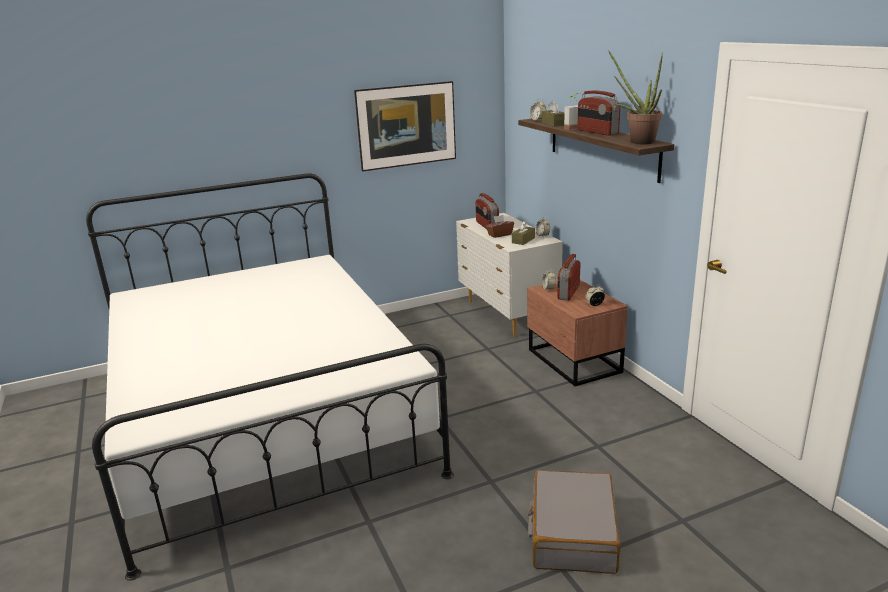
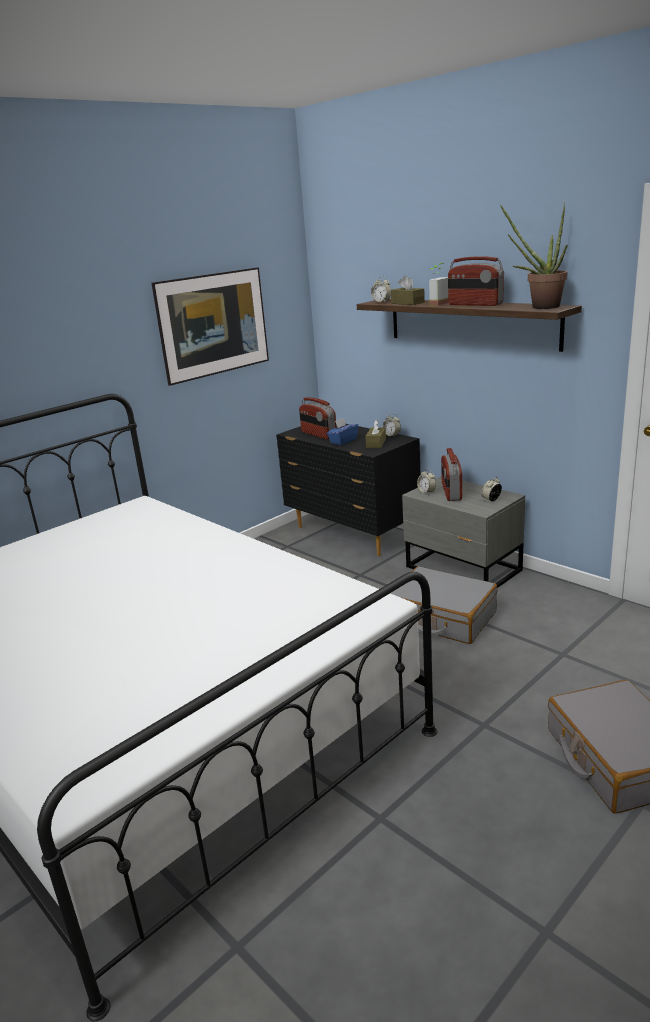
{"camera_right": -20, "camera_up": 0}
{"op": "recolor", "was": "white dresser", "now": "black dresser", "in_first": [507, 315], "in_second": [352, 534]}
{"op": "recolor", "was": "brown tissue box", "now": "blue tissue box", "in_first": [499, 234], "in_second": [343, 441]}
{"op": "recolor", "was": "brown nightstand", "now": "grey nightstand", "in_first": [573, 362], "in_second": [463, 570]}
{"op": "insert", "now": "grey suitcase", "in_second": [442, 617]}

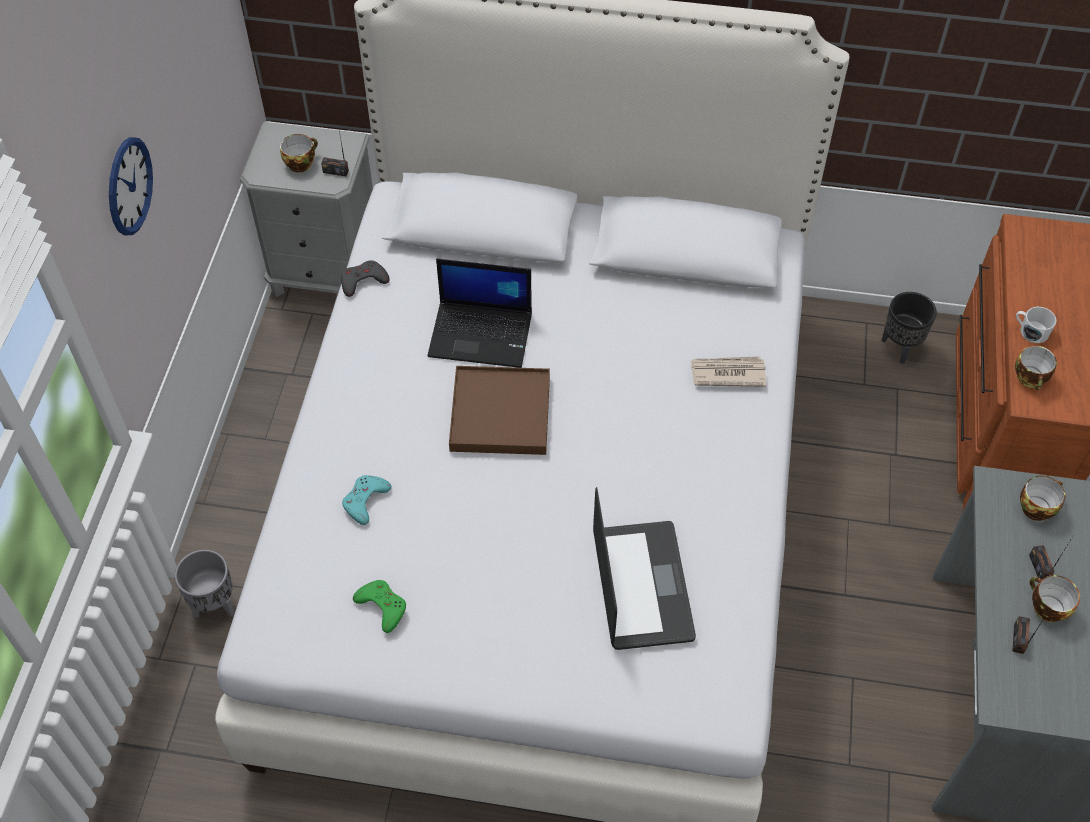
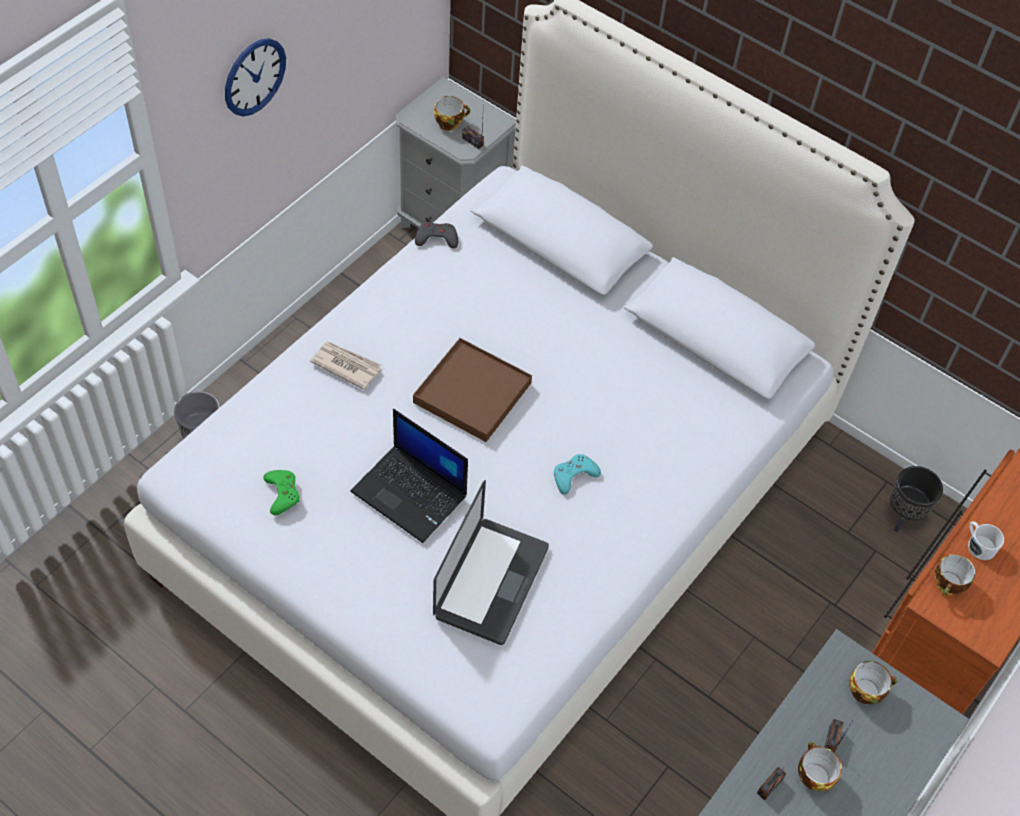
{"camera_right": 25, "camera_up": 0}
{"op": "move", "was": "turquoise game controller", "in_first": [365, 501], "in_second": [574, 476]}
{"op": "move", "was": "laptop", "in_first": [482, 334], "in_second": [411, 494]}
{"op": "move", "was": "newspaper", "in_first": [727, 373], "in_second": [346, 365]}

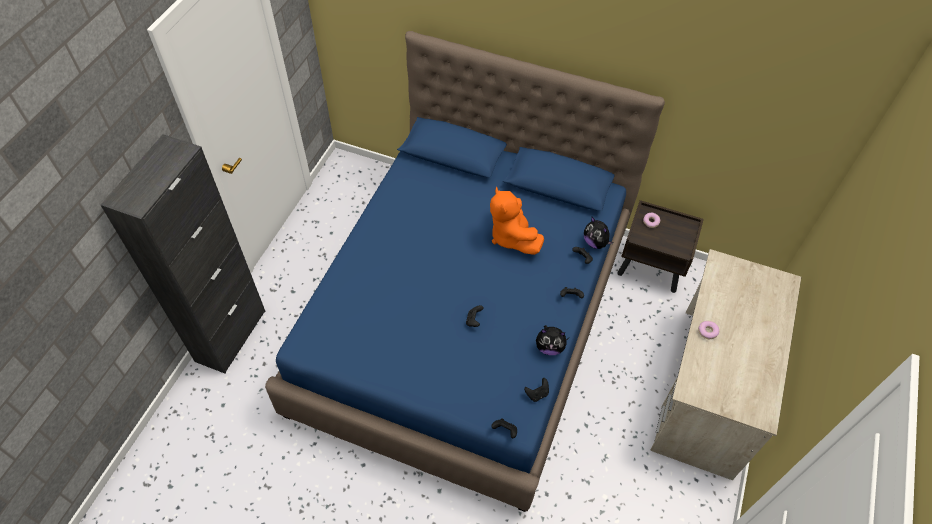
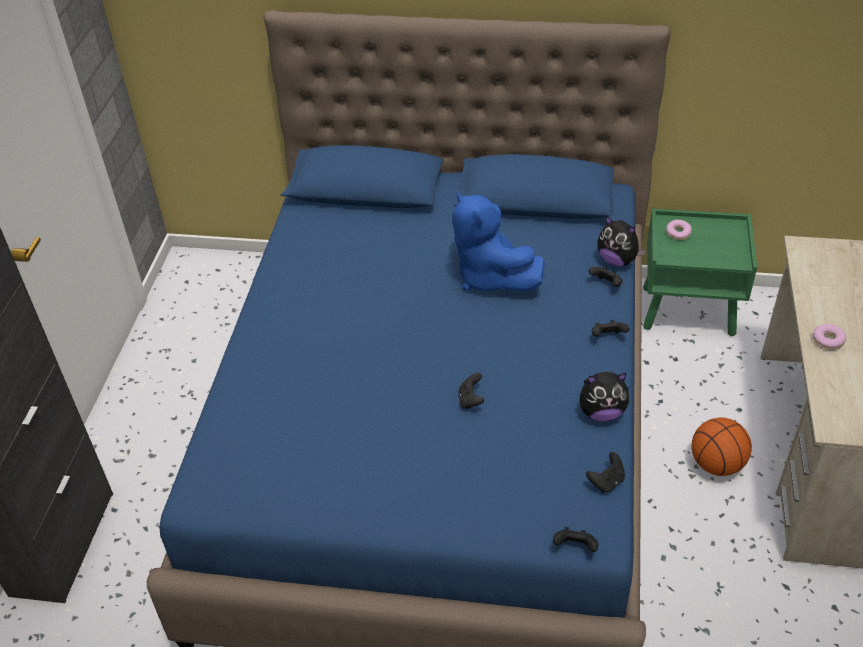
{"camera_right": -10, "camera_up": -10}
{"op": "recolor", "was": "orange plush toy", "now": "blue plush toy", "in_first": [511, 236], "in_second": [490, 276]}
{"op": "recolor", "was": "brown nightstand", "now": "green nightstand", "in_first": [651, 268], "in_second": [689, 310]}
{"op": "insert", "now": "basketball", "in_second": [716, 464]}

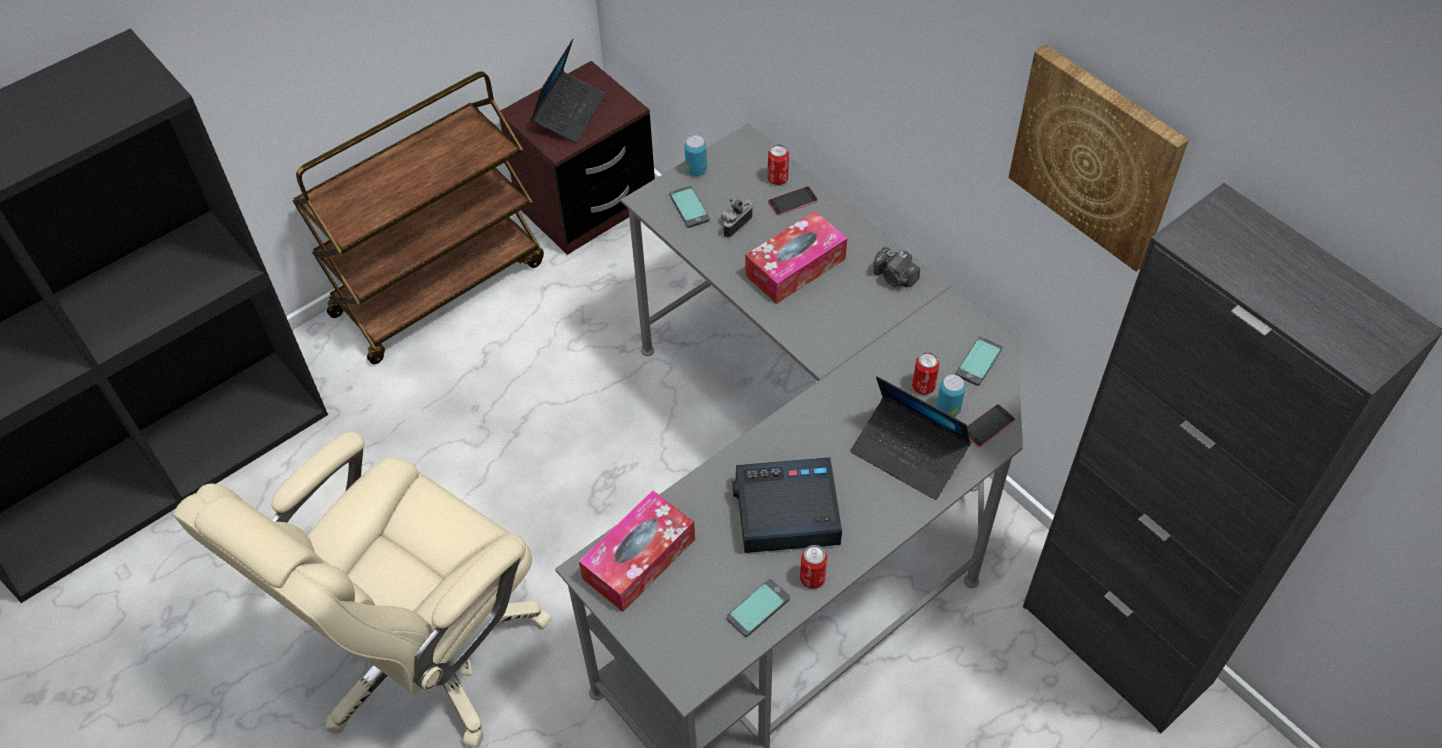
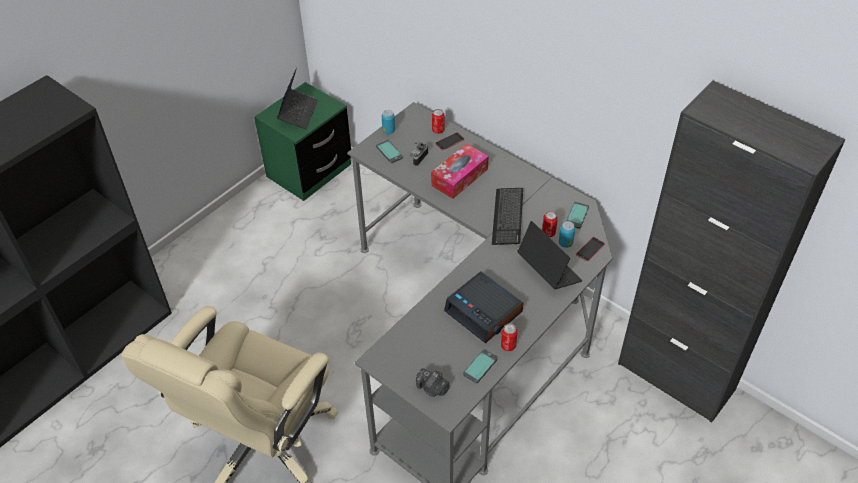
{"camera_right": -10, "camera_up": -5}
{"op": "delete", "was": "brown cart", "in_first": [439, 286]}
{"op": "recolor", "was": "brown nightstand", "now": "green nightstand", "in_first": [586, 205], "in_second": [309, 171]}
{"op": "delete", "was": "tissue box", "in_first": [639, 559]}
{"op": "rotate", "was": "alarm clock", "in_first": [785, 512], "in_second": [484, 312], "clockwise": -120}
{"op": "rotate", "was": "laptop", "in_first": [909, 454], "in_second": [548, 270], "clockwise": -150}
{"op": "move", "was": "photo camera", "in_first": [895, 277], "in_second": [432, 388]}
{"op": "delete", "was": "picture", "in_first": [1096, 156]}
{"op": "insert", "now": "keyboard", "in_second": [507, 217]}

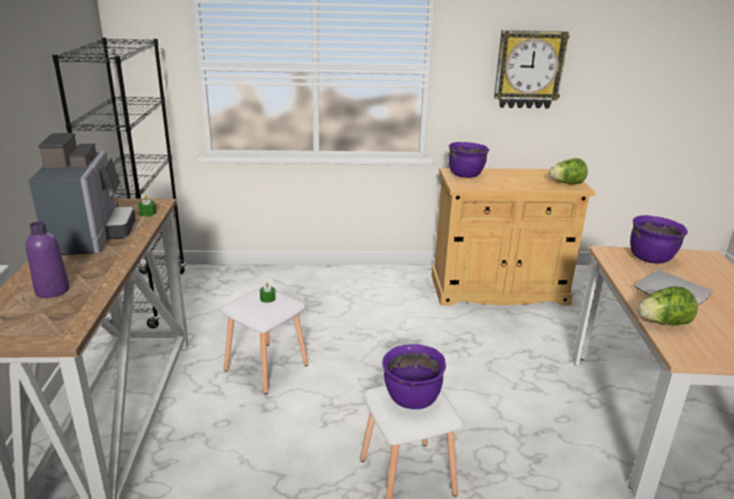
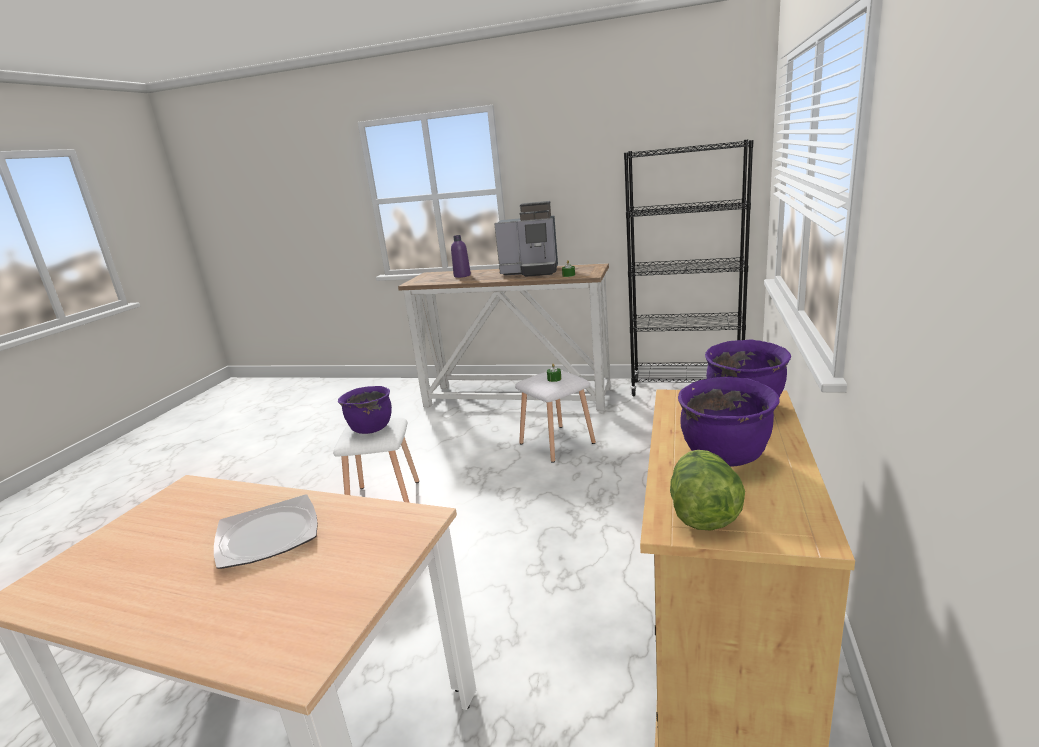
{"camera_right": 110, "camera_up": -5}
{"op": "delete", "was": "wall clock", "in_first": [528, 69]}
{"op": "move", "was": "purple cooking pot", "in_first": [651, 258], "in_second": [725, 456]}
{"op": "delete", "was": "lettuce", "in_first": [663, 323]}

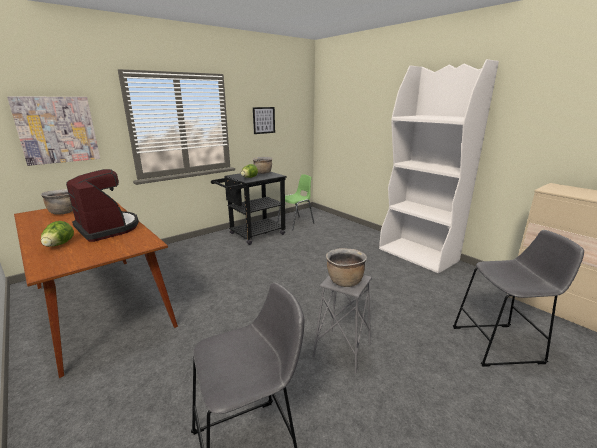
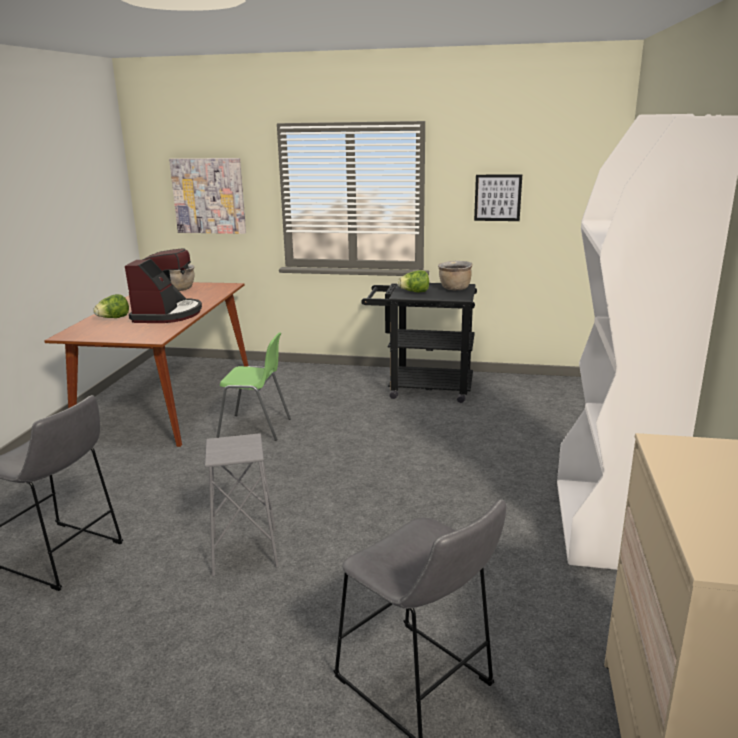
{"camera_right": 50, "camera_up": 0}
{"op": "move", "was": "green chair", "in_first": [296, 223], "in_second": [255, 428]}
{"op": "delete", "was": "brown cooking pot", "in_first": [344, 282]}

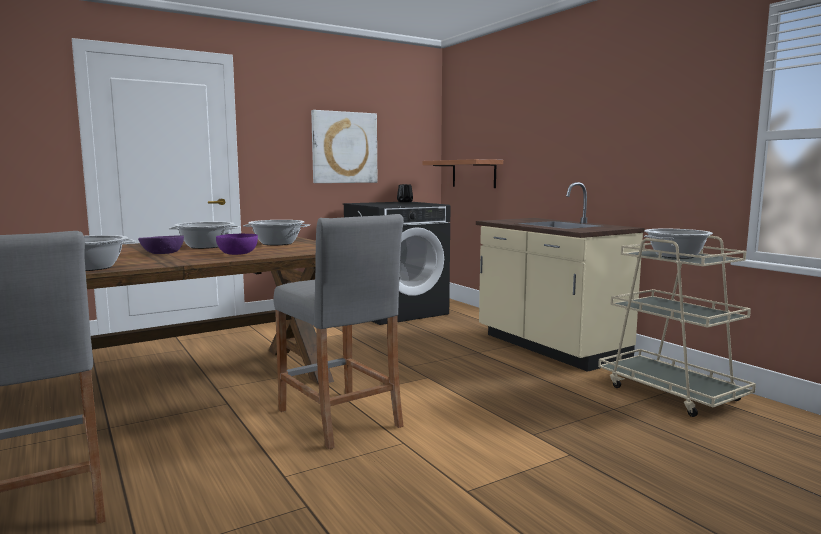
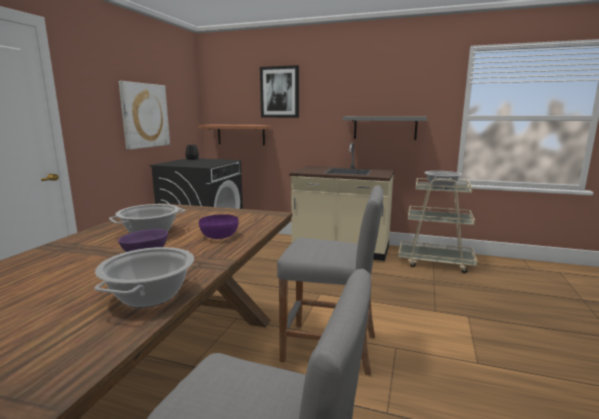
{"camera_right": -40, "camera_up": 5}
{"op": "delete", "was": "cooking pot", "in_first": [277, 243]}
{"op": "insert", "now": "picture", "in_second": [279, 92]}
{"op": "insert", "now": "grey shelf", "in_second": [385, 127]}

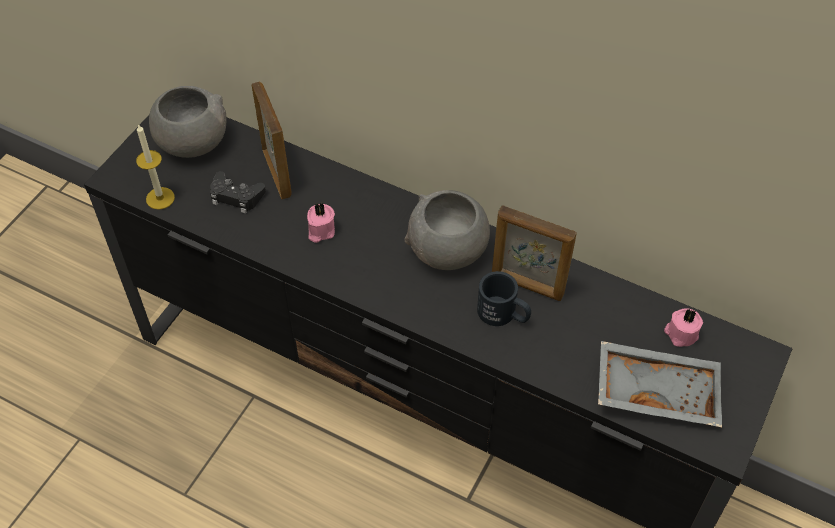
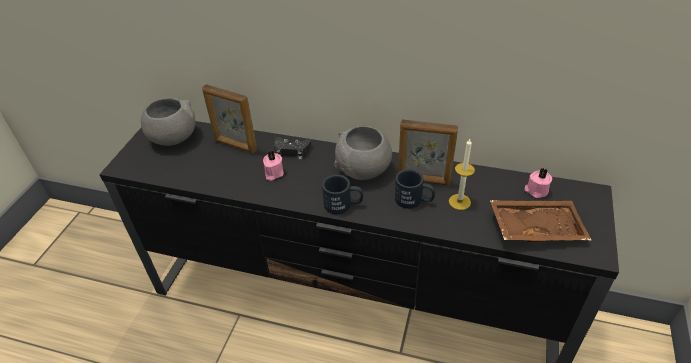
{"camera_right": -10, "camera_up": -10}
{"op": "move", "was": "candle", "in_first": [160, 198], "in_second": [459, 202]}
{"op": "move", "was": "black game controller", "in_first": [236, 196], "in_second": [292, 151]}
{"op": "rotate", "was": "picture frame", "in_first": [277, 173], "in_second": [235, 145], "clockwise": 150}
{"op": "recolor", "was": "grey tray", "now": "brown tray", "in_first": [657, 390], "in_second": [536, 227]}
{"op": "insert", "now": "black mug", "in_second": [343, 205]}

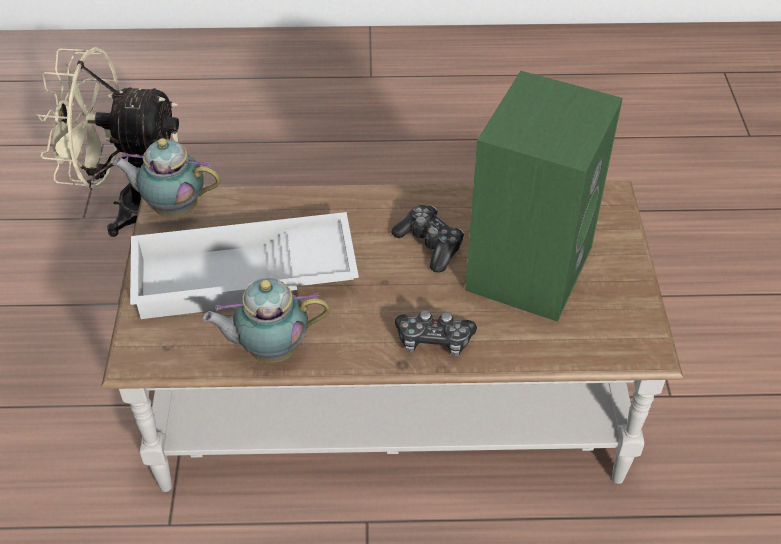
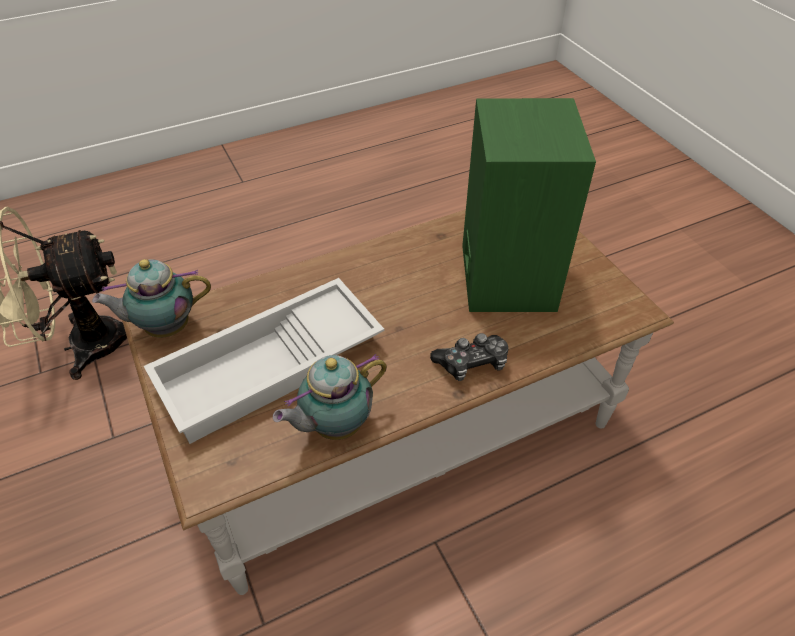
{"camera_right": -25, "camera_up": 0}
{"op": "delete", "was": "game controller", "in_first": [430, 244]}

